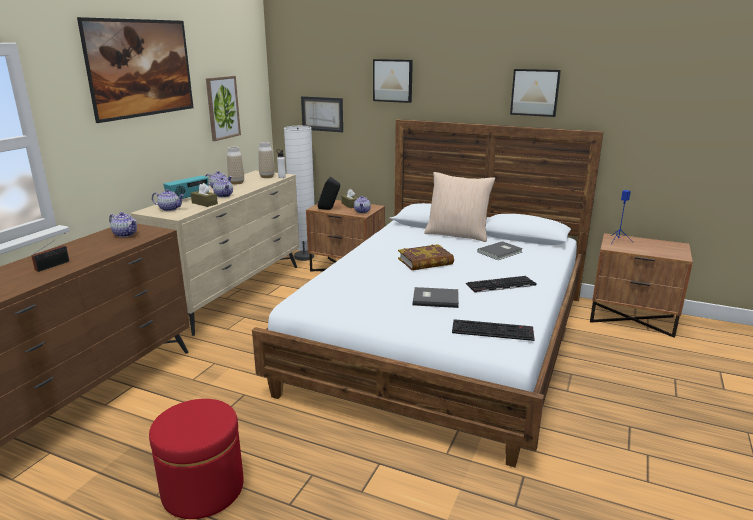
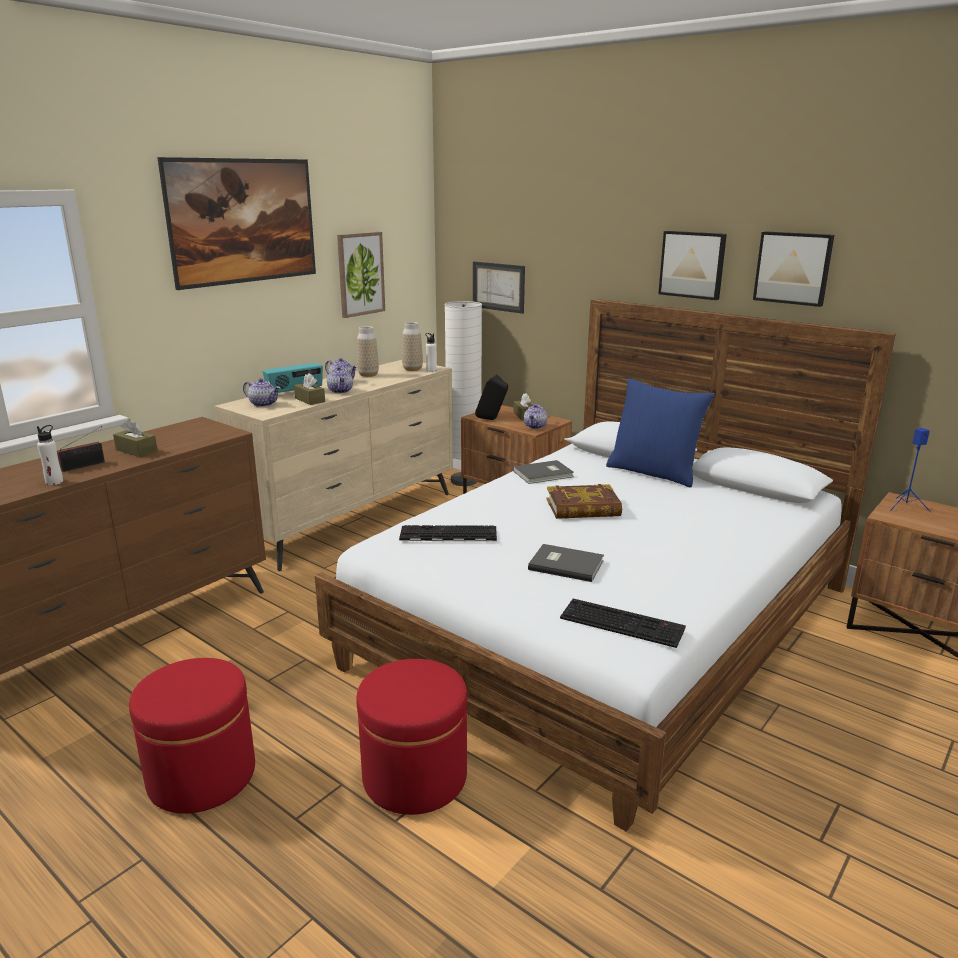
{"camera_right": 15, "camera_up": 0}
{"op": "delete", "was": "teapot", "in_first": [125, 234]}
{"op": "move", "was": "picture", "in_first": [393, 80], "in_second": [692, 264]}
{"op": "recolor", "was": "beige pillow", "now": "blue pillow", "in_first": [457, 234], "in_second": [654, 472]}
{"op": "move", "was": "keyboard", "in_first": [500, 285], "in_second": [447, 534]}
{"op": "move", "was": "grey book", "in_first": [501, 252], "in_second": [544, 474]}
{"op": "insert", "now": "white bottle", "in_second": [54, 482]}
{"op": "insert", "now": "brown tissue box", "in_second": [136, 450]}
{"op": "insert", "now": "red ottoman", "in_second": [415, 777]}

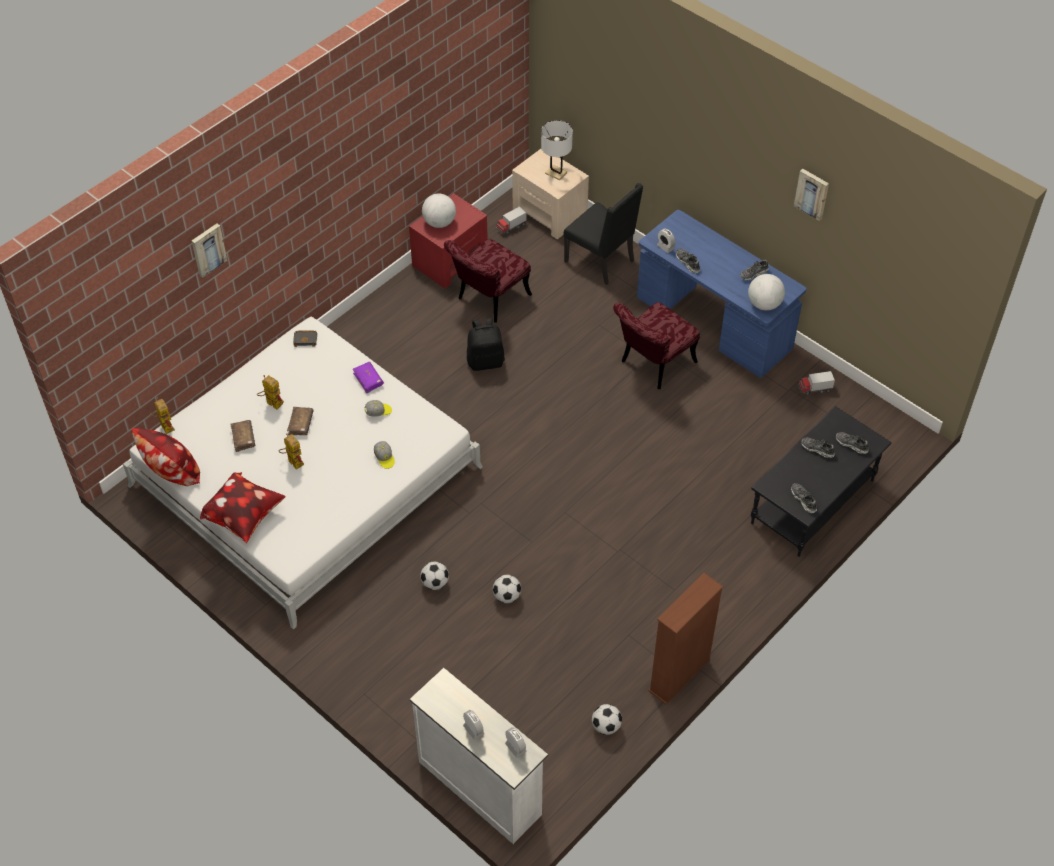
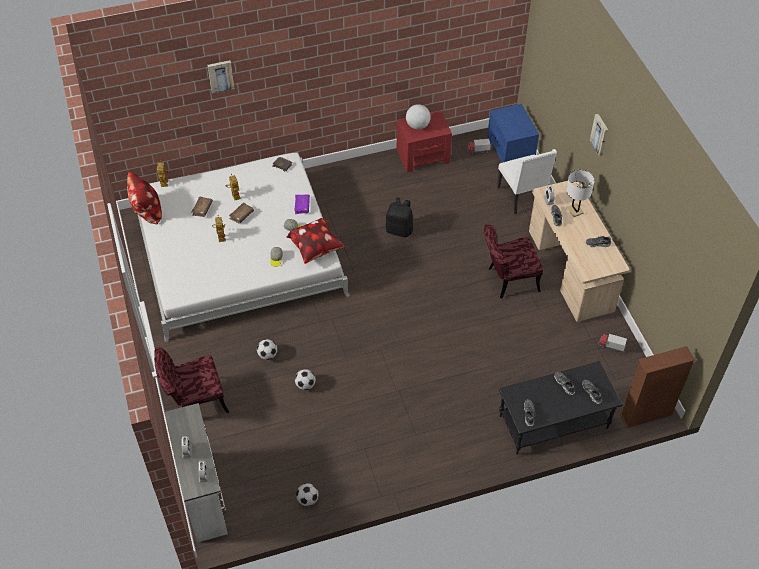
{"camera_right": 30, "camera_up": 0}
{"op": "move", "was": "pillow", "in_first": [245, 517], "in_second": [316, 249]}
{"op": "move", "was": "red chair", "in_first": [488, 301], "in_second": [194, 402]}
{"op": "recolor", "was": "beige nightstand", "now": "blue nightstand", "in_first": [550, 213], "in_second": [510, 152]}
{"op": "move", "was": "white table lamp", "in_first": [556, 173], "in_second": [574, 210]}
{"op": "recolor", "was": "black chair", "now": "white chair", "in_first": [601, 261], "in_second": [522, 197]}
{"op": "recolor", "was": "blue desk", "now": "beige desk", "in_first": [713, 324], "in_second": [570, 271]}
{"op": "move", "was": "brown bookcase", "in_first": [679, 675], "in_second": [646, 415]}
{"op": "delete", "was": "globe", "in_first": [764, 304]}
{"op": "move", "was": "picture", "in_first": [812, 193], "in_second": [600, 134]}

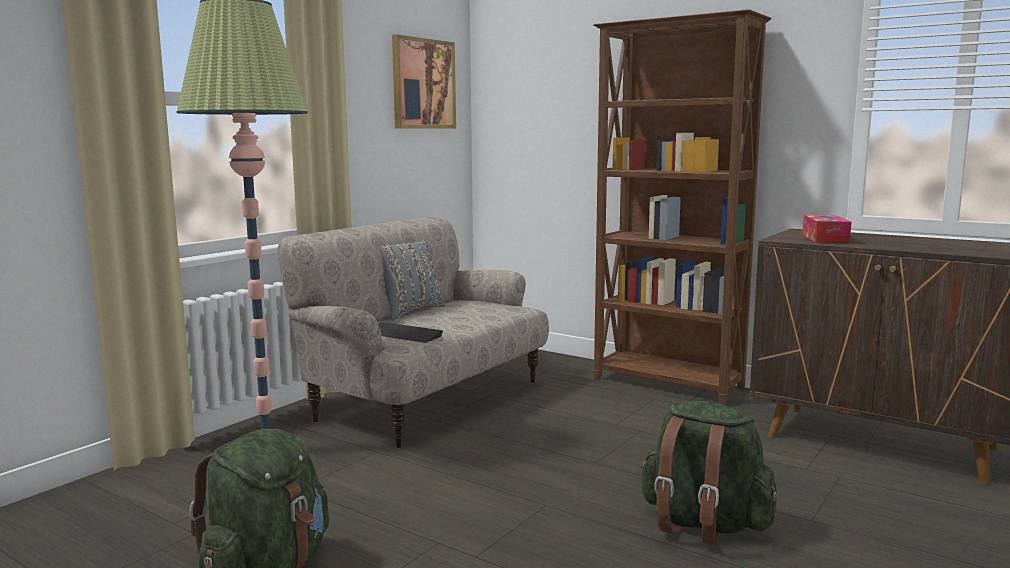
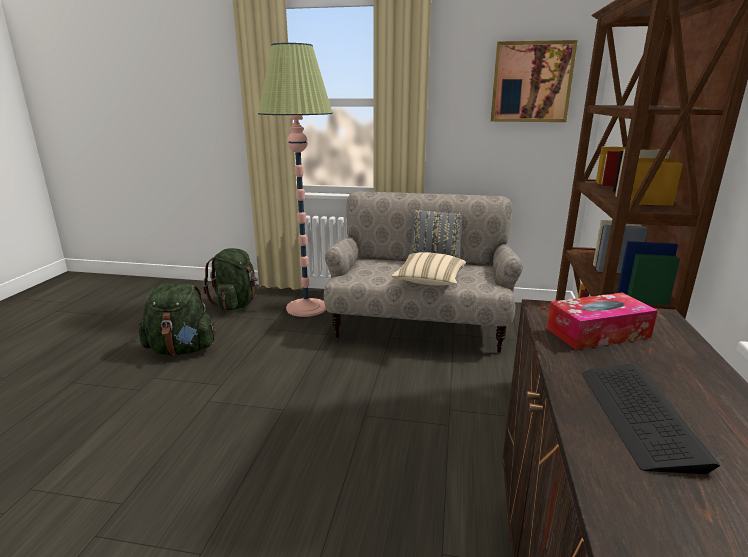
{"camera_right": 65, "camera_up": 10}
{"op": "move", "was": "keyboard", "in_first": [404, 334], "in_second": [638, 415]}
{"op": "move", "was": "green backpack", "in_first": [703, 524], "in_second": [236, 304]}
{"op": "insert", "now": "beige pillow", "in_second": [429, 281]}

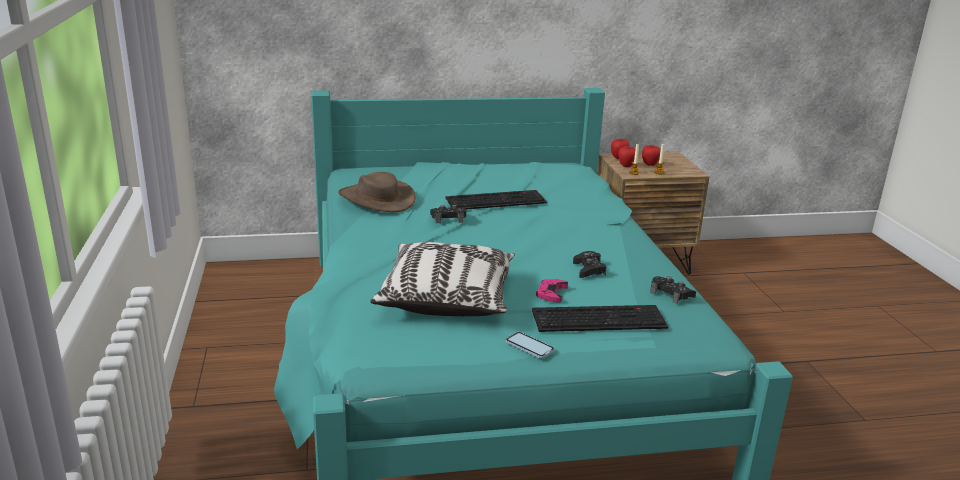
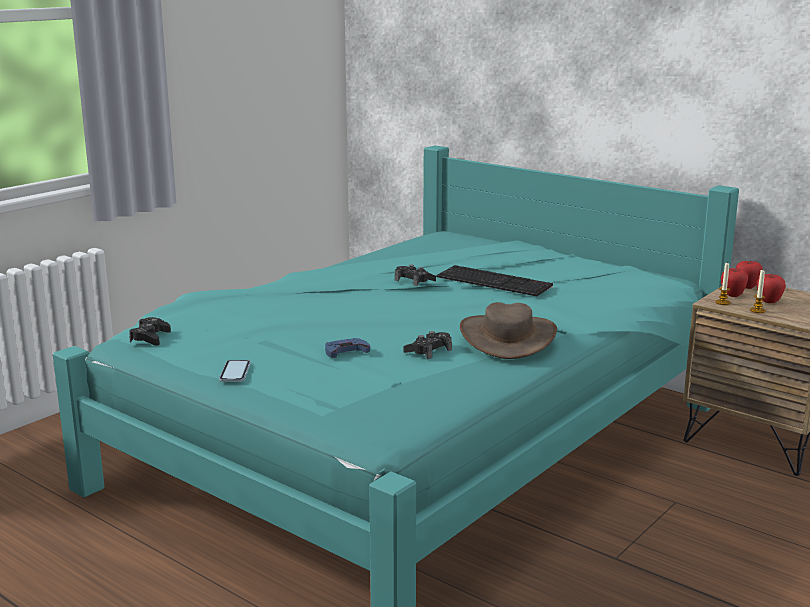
{"camera_right": 50, "camera_up": -5}
{"op": "move", "was": "brown hat", "in_first": [377, 198], "in_second": [508, 337]}
{"op": "delete", "was": "pillow", "in_first": [446, 298]}
{"op": "delete", "was": "keyboard", "in_first": [600, 318]}
{"op": "recolor", "was": "pink game controller", "now": "blue game controller", "in_first": [551, 293], "in_second": [346, 351]}
{"op": "move", "was": "black game controller", "in_first": [671, 294], "in_second": [150, 338]}

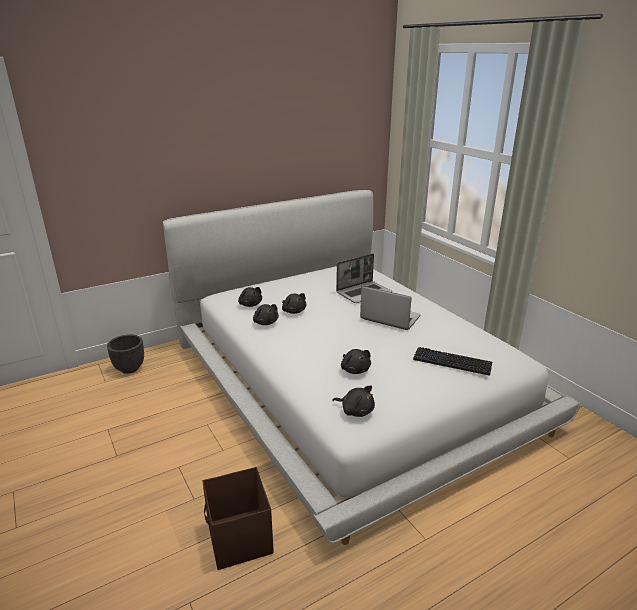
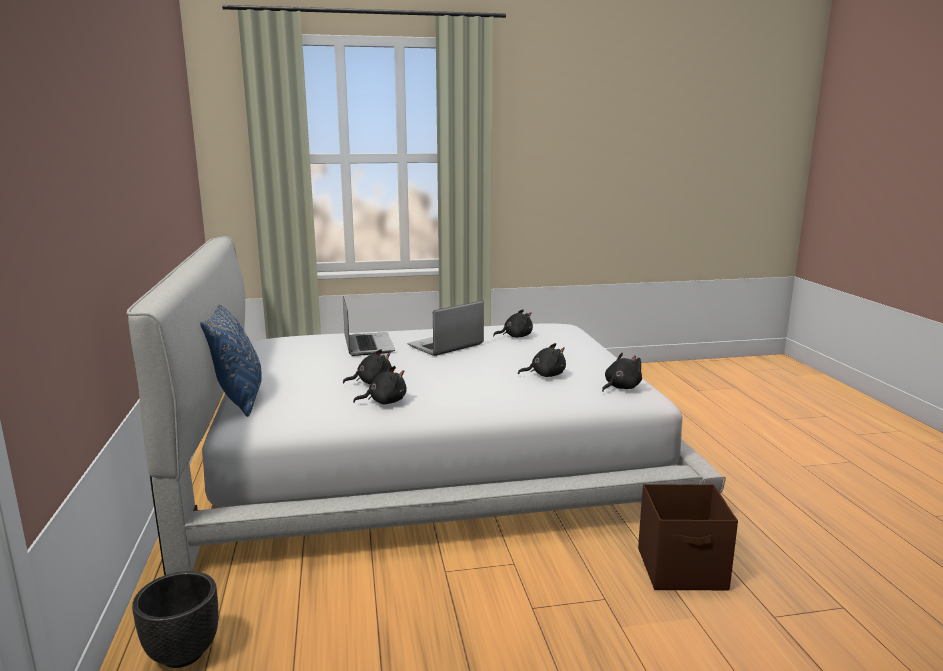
{"camera_right": -70, "camera_up": -10}
{"op": "move", "was": "black plush toy", "in_first": [250, 304], "in_second": [515, 336]}
{"op": "delete", "was": "keyboard", "in_first": [452, 361]}
{"op": "insert", "now": "blue pillow", "in_second": [238, 399]}

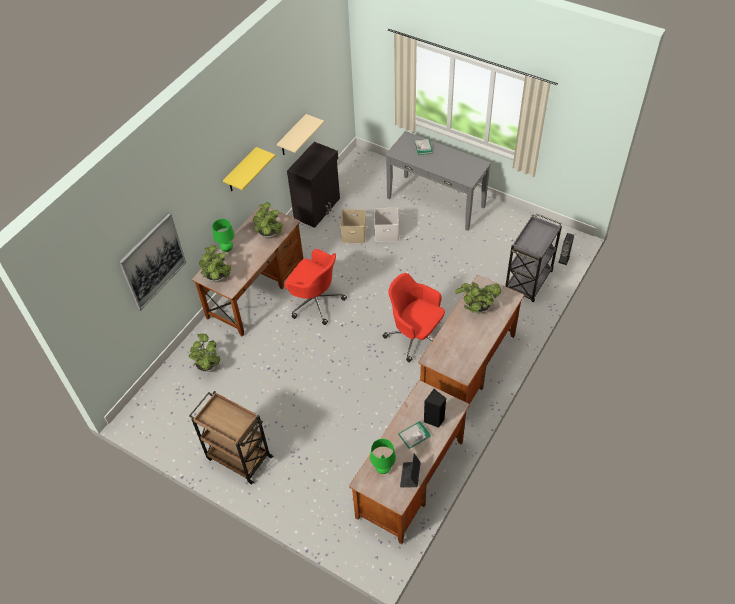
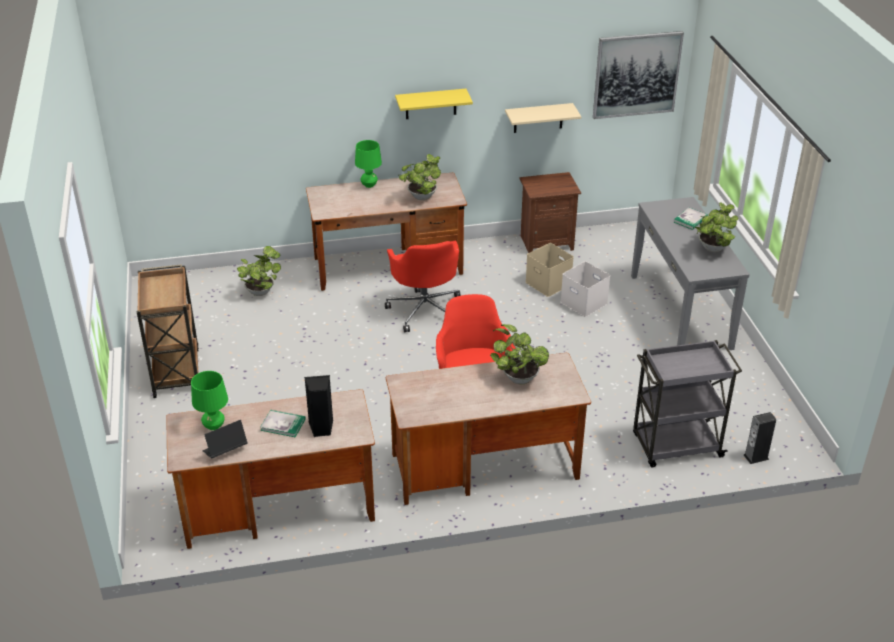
{"camera_right": 45, "camera_up": -15}
{"op": "move", "was": "picture", "in_first": [152, 261], "in_second": [636, 74]}
{"op": "move", "was": "potted plant", "in_first": [217, 279], "in_second": [712, 249]}
{"op": "replace", "was": "black cabinet", "now": "brown nightstand", "in_first": [318, 208], "in_second": [546, 242]}

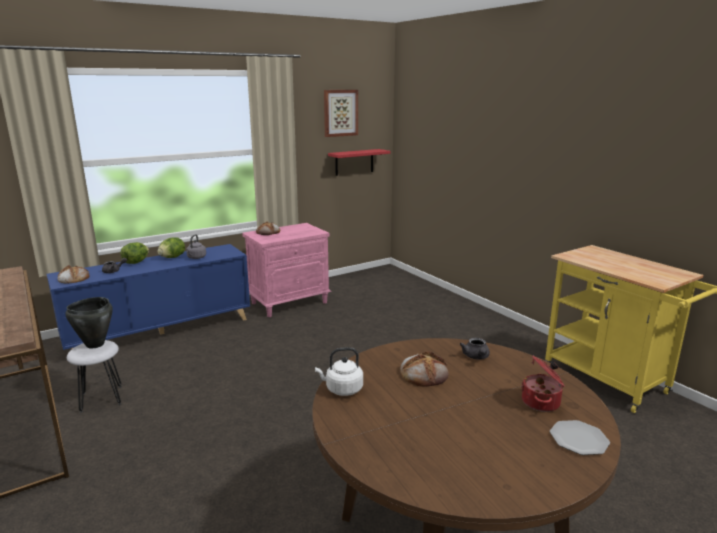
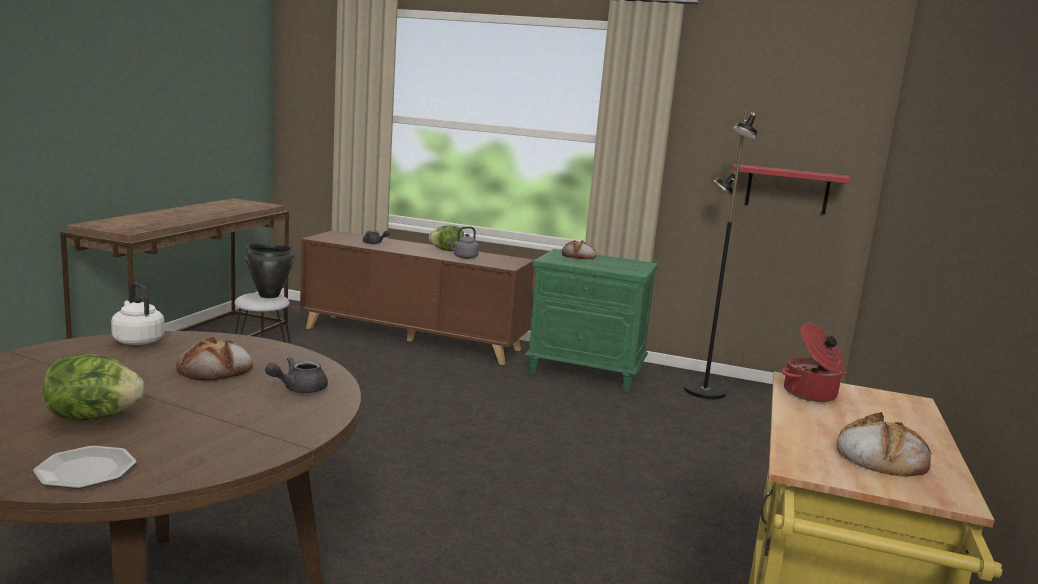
{"camera_right": 50, "camera_up": -5}
{"op": "recolor", "was": "blue cabinet", "now": "brown cabinet", "in_first": [161, 331], "in_second": [413, 339]}
{"op": "move", "was": "bread", "in_first": [73, 278], "in_second": [879, 456]}
{"op": "move", "was": "lettuce", "in_first": [136, 262], "in_second": [92, 417]}
{"op": "recolor", "was": "pink nightstand", "now": "green nightstand", "in_first": [290, 302], "in_second": [586, 372]}
{"op": "delete", "was": "picture", "in_first": [340, 113]}
{"op": "move", "was": "cooking pot", "in_first": [542, 402], "in_second": [811, 394]}
{"op": "insert", "now": "black floor lamp", "in_second": [703, 391]}

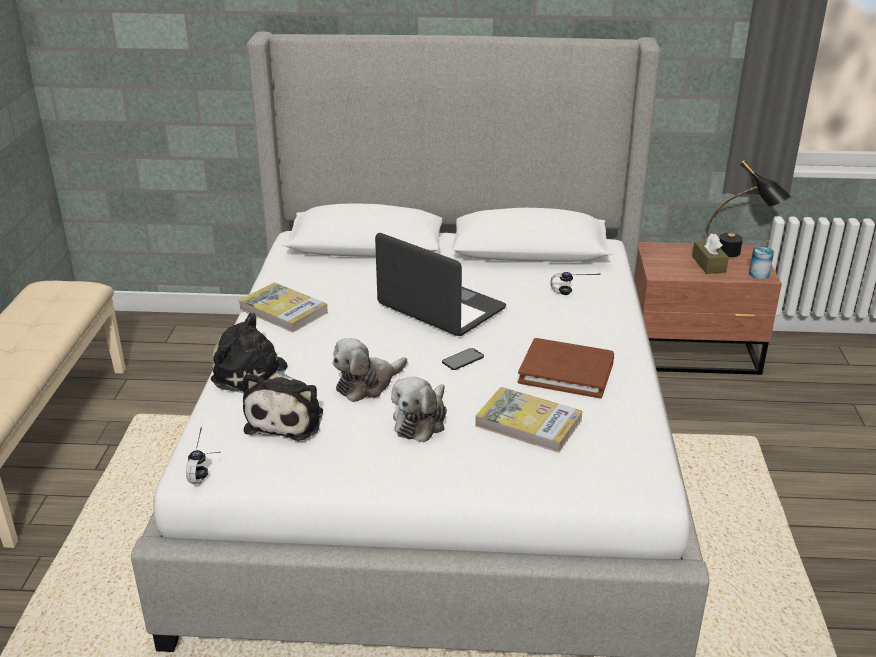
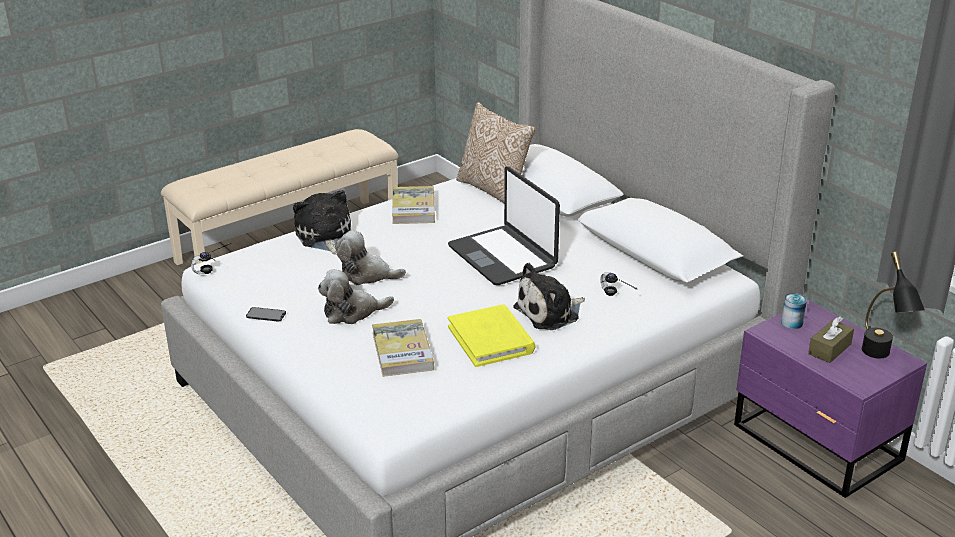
{"camera_right": 50, "camera_up": 0}
{"op": "move", "was": "plush toy", "in_first": [287, 419], "in_second": [550, 313]}
{"op": "rotate", "was": "laptop", "in_first": [440, 308], "in_second": [503, 256], "clockwise": 150}
{"op": "move", "was": "phone", "in_first": [463, 359], "in_second": [266, 314]}
{"op": "recolor", "was": "brown book", "now": "yellow book", "in_first": [566, 372], "in_second": [491, 339]}
{"op": "recolor", "was": "brown nightstand", "now": "purple nightstand", "in_first": [694, 353], "in_second": [817, 445]}
{"op": "move", "was": "can", "in_first": [759, 274], "in_second": [791, 323]}
{"op": "insert", "now": "pillow", "in_second": [495, 190]}

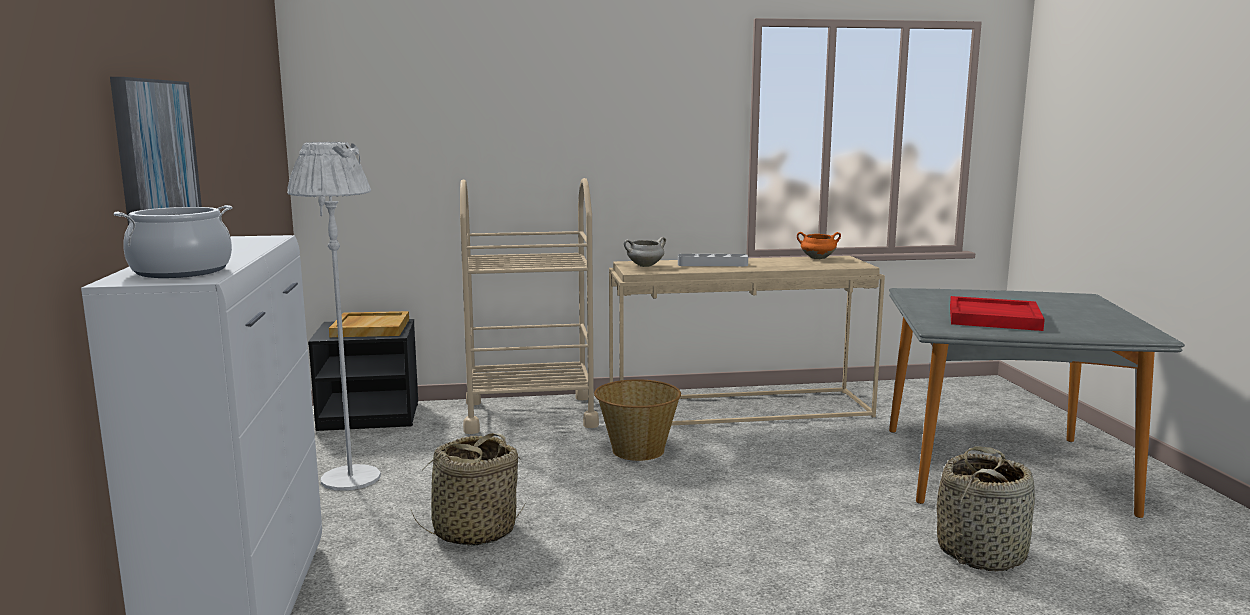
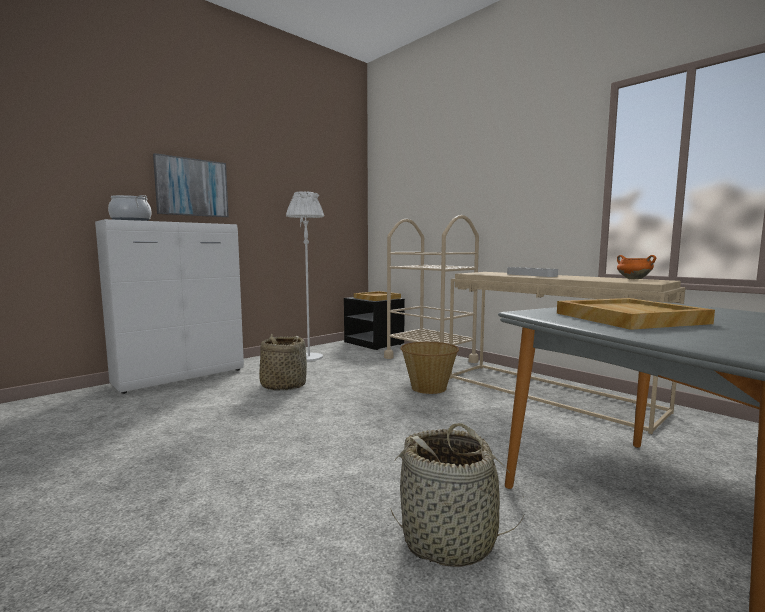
{"camera_right": 55, "camera_up": -5}
{"op": "delete", "was": "white cooking pot", "in_first": [645, 266]}
{"op": "recolor", "was": "red tray", "now": "beige tray", "in_first": [993, 318], "in_second": [627, 318]}

